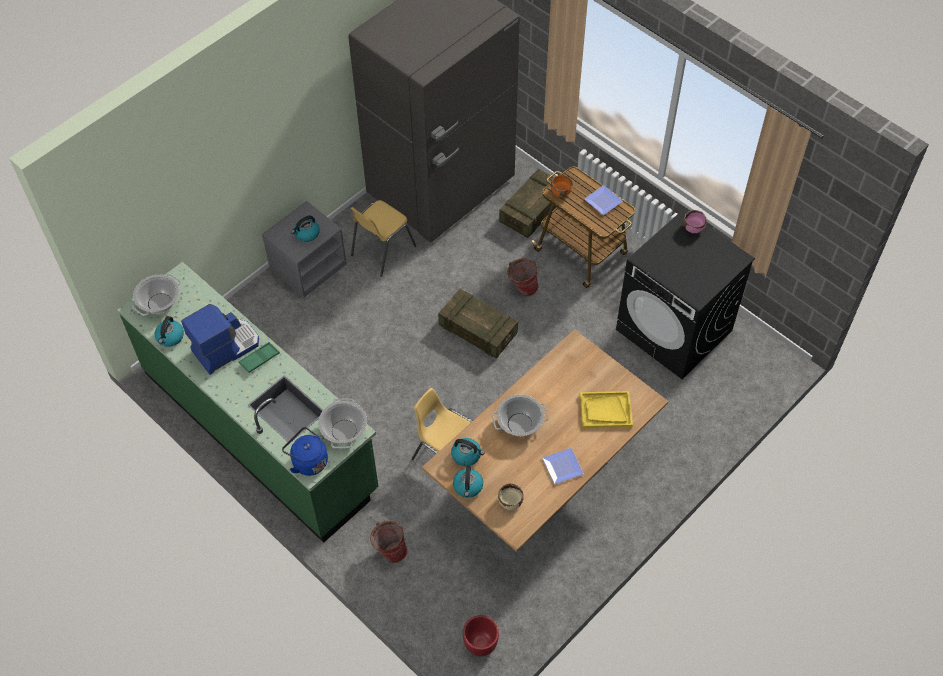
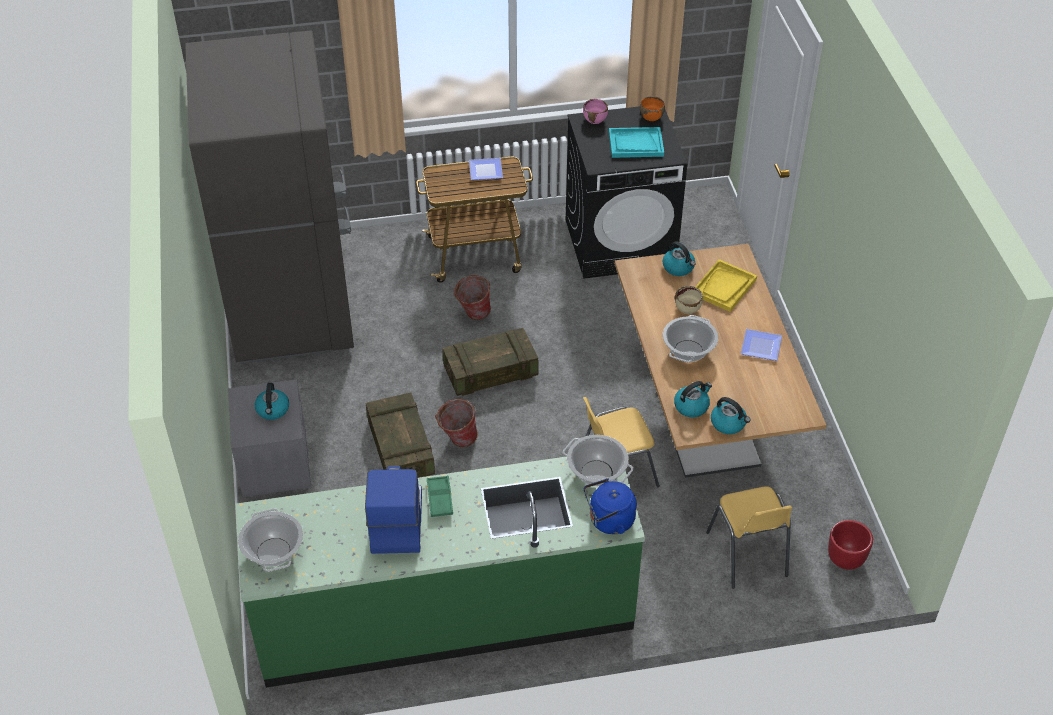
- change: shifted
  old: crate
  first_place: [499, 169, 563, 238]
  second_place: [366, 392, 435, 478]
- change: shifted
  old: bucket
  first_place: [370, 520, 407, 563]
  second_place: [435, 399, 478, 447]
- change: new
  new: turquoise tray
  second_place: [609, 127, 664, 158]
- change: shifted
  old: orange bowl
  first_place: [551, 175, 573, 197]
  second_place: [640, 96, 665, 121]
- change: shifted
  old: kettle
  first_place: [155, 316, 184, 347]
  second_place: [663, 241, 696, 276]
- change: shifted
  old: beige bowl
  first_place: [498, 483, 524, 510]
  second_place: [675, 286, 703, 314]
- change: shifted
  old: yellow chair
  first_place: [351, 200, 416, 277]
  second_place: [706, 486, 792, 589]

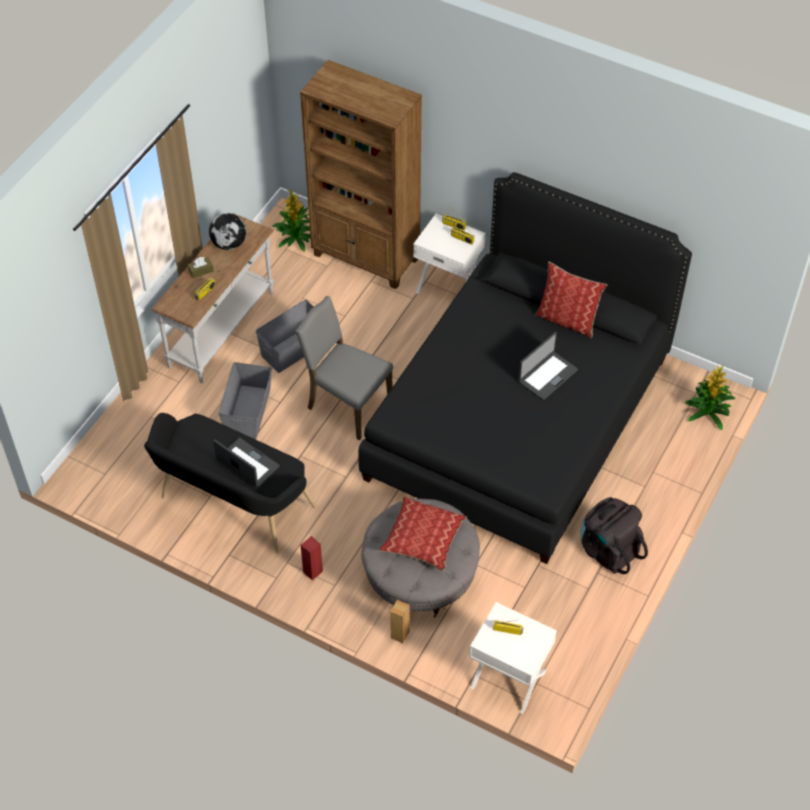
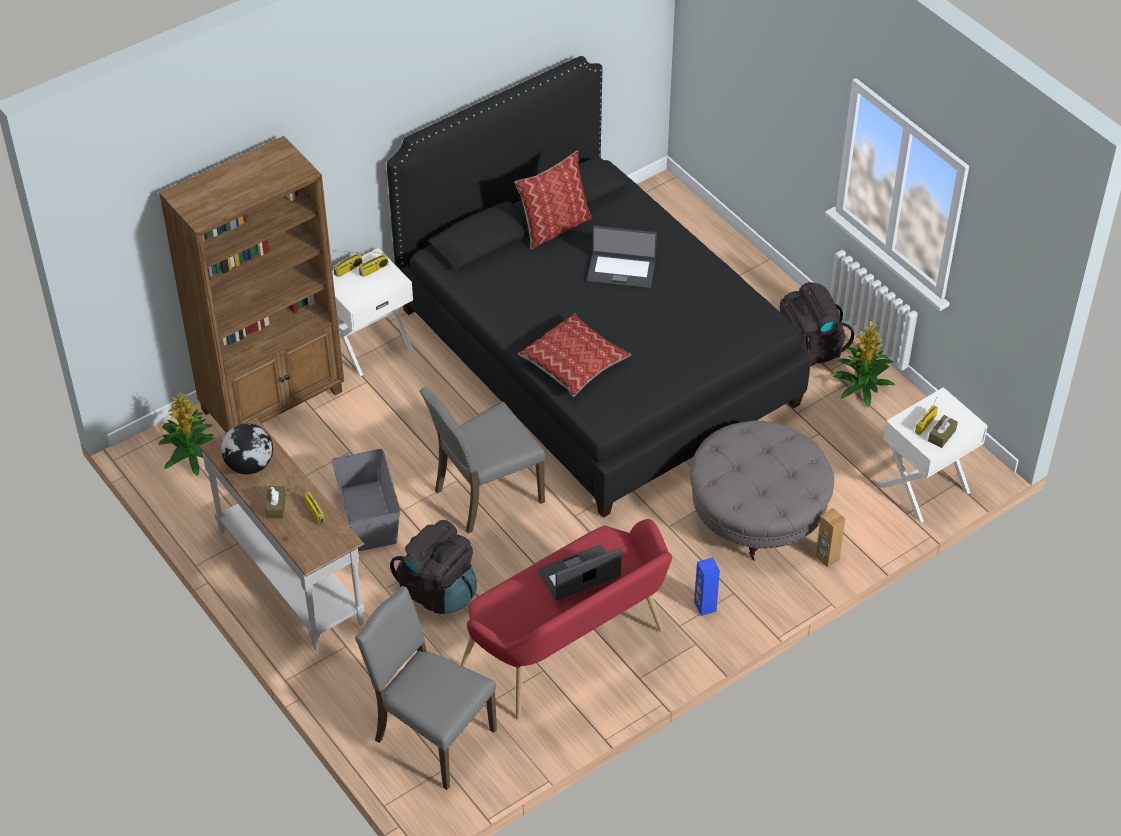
- change: new
  new: grey chair
  second_place: [355, 586, 497, 790]
- change: swapped
  old: grey storage box
  new: black backpack
  first_place: [218, 362, 272, 439]
  second_place: [390, 520, 477, 614]
- change: repainted
  old: black bench
  new: red bench
  first_place: [144, 413, 316, 554]
  second_place: [461, 519, 672, 719]
- change: shifted
  old: pillow
  first_place: [378, 497, 467, 571]
  second_place: [518, 313, 631, 397]
- change: rotated
  old: laptop
  first_place: [518, 332, 578, 400]
  second_place: [587, 226, 657, 288]
  degrees: 120
- change: repainted
  old: red speaker
  new: blue speaker
  first_place: [301, 536, 323, 580]
  second_place: [694, 557, 720, 616]
- change: shifted
  old: potted plant
  first_place: [685, 365, 736, 430]
  second_place: [833, 319, 895, 407]
- change: new
  new: brown tissue box
  second_place: [928, 415, 958, 448]

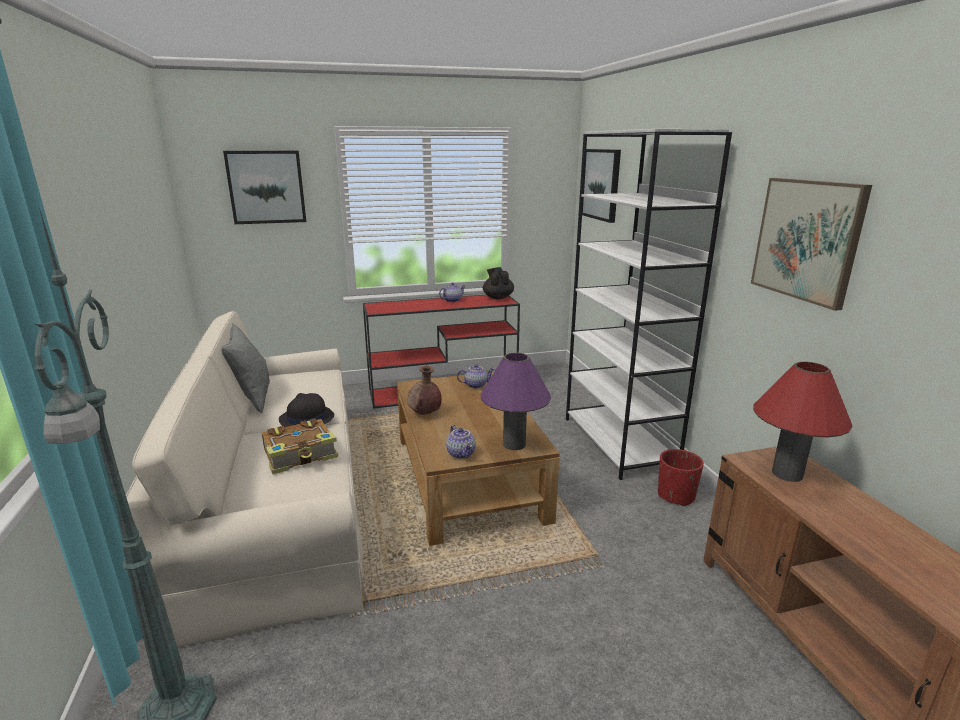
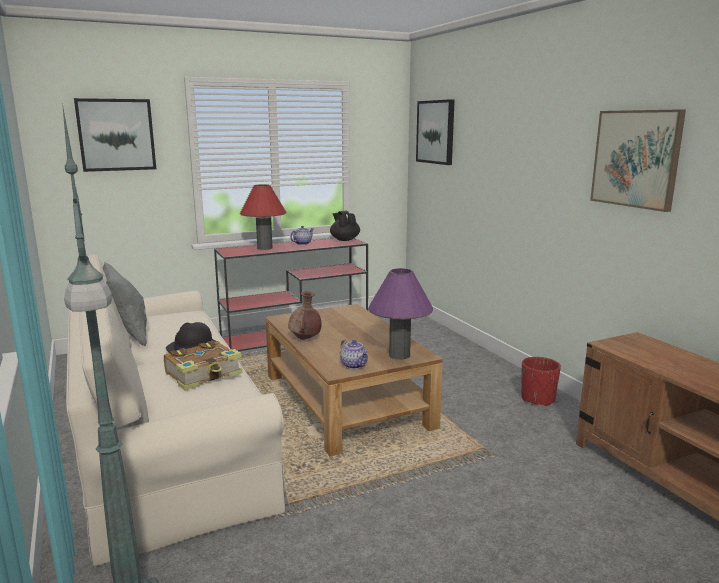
- change: shifted
  old: red table lamp
  first_place: [753, 361, 853, 482]
  second_place: [240, 184, 286, 250]
- change: gone
  old: teapot
  first_place: [457, 364, 494, 388]
- change: gone
  old: white bookcase
  first_place: [566, 129, 732, 480]

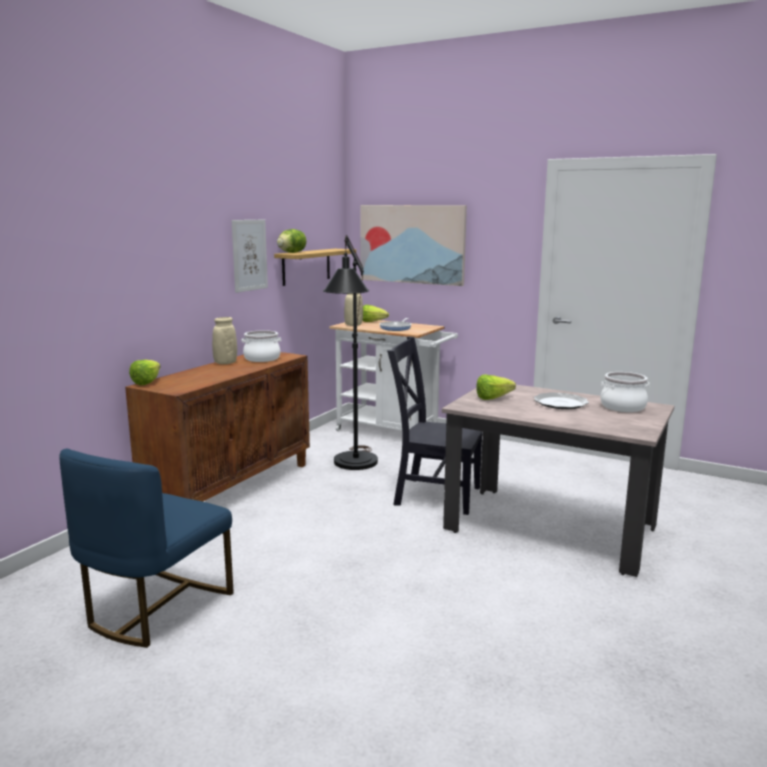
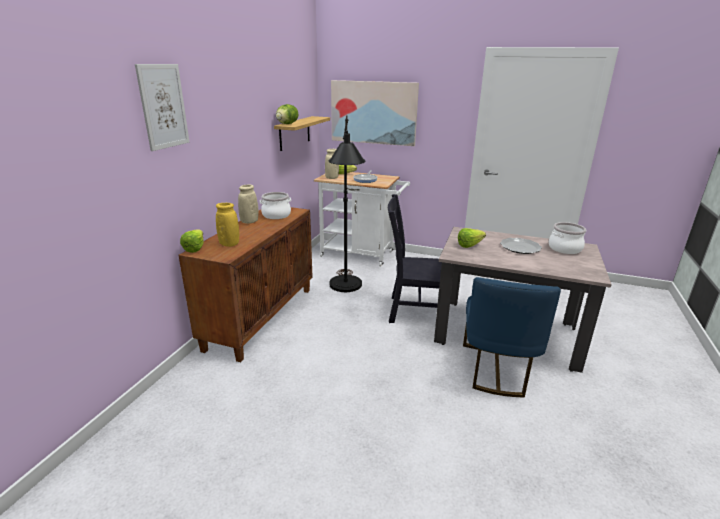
- change: shifted
  old: picture
  first_place: [232, 220, 268, 293]
  second_place: [135, 64, 190, 151]
- change: new
  new: yellow vase
  second_place: [216, 203, 239, 247]
- change: shifted
  old: blue chair
  first_place: [60, 449, 233, 648]
  second_place: [463, 277, 561, 397]

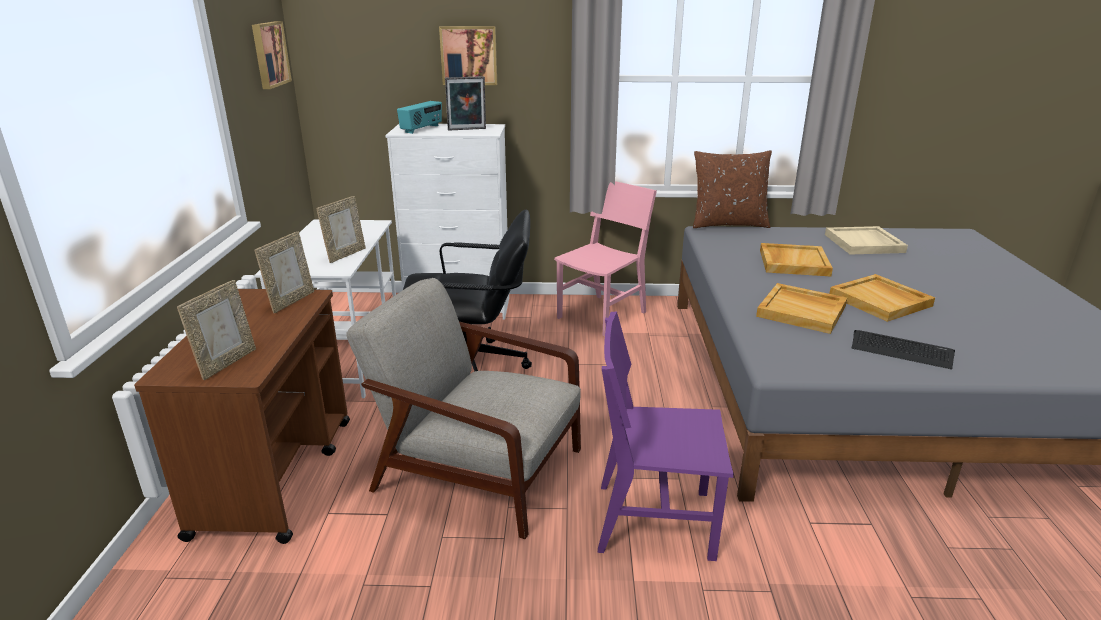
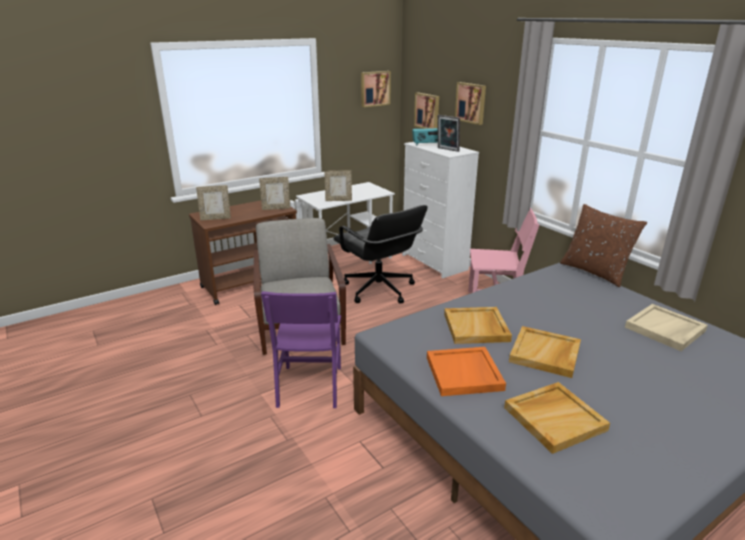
- change: rotated
  old: purple chair
  first_place: [598, 311, 734, 561]
  second_place: [261, 291, 341, 408]
  degrees: -150
- change: new
  new: picture
  second_place: [414, 92, 439, 129]
- change: swapped
  old: keyboard
  new: orange tray
  first_place: [852, 330, 955, 370]
  second_place: [427, 347, 506, 396]
- change: shifted
  old: beige tray
  first_place: [760, 243, 833, 276]
  second_place: [504, 382, 610, 454]

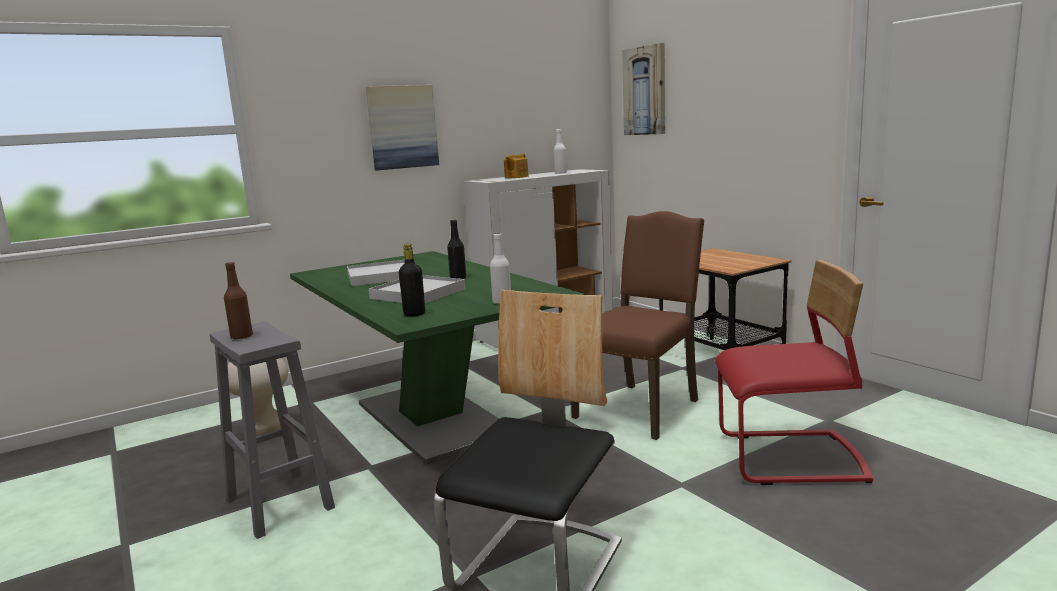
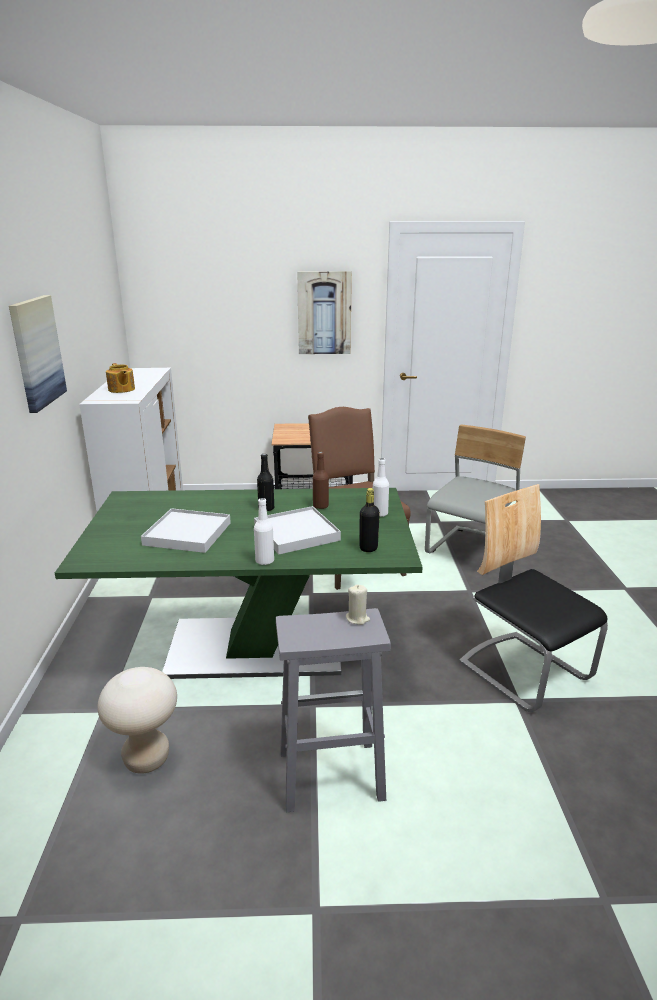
- change: shifted
  old: white bottle
  first_place: [554, 129, 567, 174]
  second_place: [254, 498, 274, 565]
- change: shifted
  old: picture
  first_place: [622, 43, 665, 135]
  second_place: [297, 271, 352, 354]
- change: shifted
  old: brown bottle
  first_place: [224, 262, 253, 340]
  second_place: [313, 452, 329, 509]
- change: new
  new: beige candle
  second_place: [346, 585, 370, 625]
- change: repainted
  old: red chair
  new: grey chair
  first_place: [715, 260, 873, 485]
  second_place: [425, 424, 526, 553]

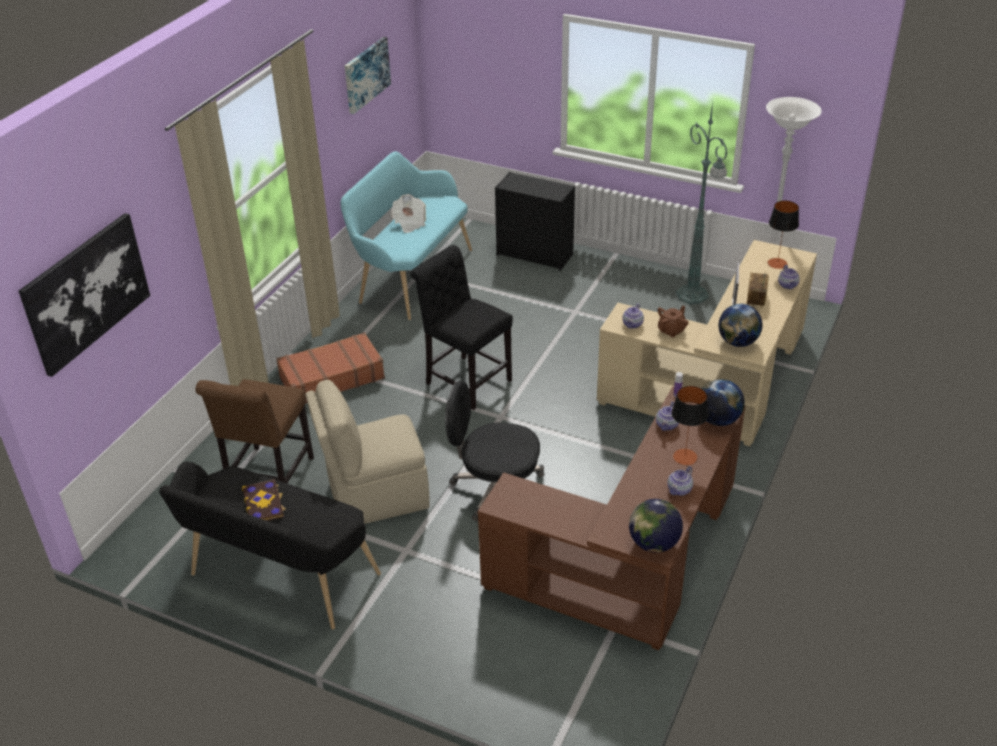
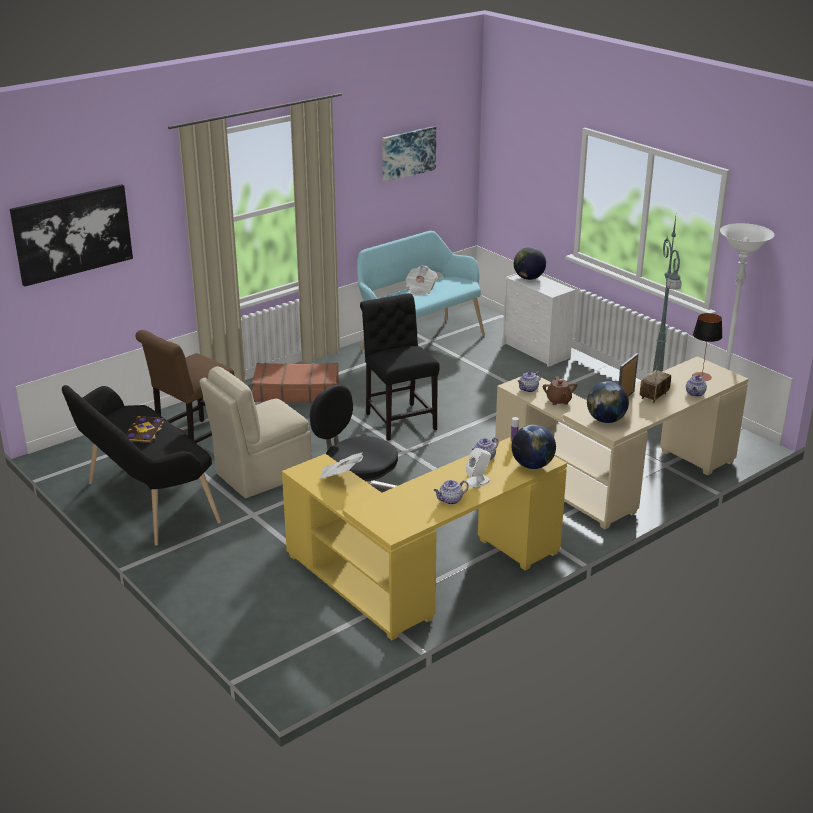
- change: rotated
  old: beige chair
  first_place: [305, 380, 430, 524]
  second_place: [200, 366, 312, 498]
  degrees: -45
- change: repainted
  old: brown desk
  new: yellow desk
  first_place: [478, 386, 745, 650]
  second_place: [282, 437, 567, 640]
- change: new
  new: newspaper
  second_place: [319, 452, 363, 479]
- change: swapped
  old: table lamp
  new: white speaker
  first_place: [672, 386, 708, 465]
  second_place: [466, 448, 491, 487]
- change: repainted
  old: black dresser
  new: white dresser
  first_place: [495, 172, 575, 271]
  second_place: [503, 273, 576, 367]
- change: shifted
  old: globe
  first_place: [629, 499, 683, 553]
  second_place: [514, 247, 546, 280]
- change: rotated
  old: brown teapot
  first_place: [658, 306, 689, 337]
  second_place: [543, 376, 577, 405]
  degrees: 105

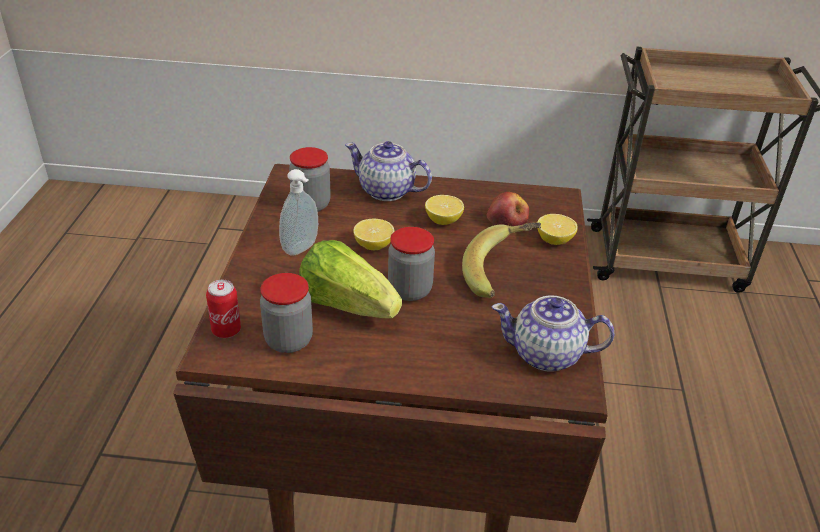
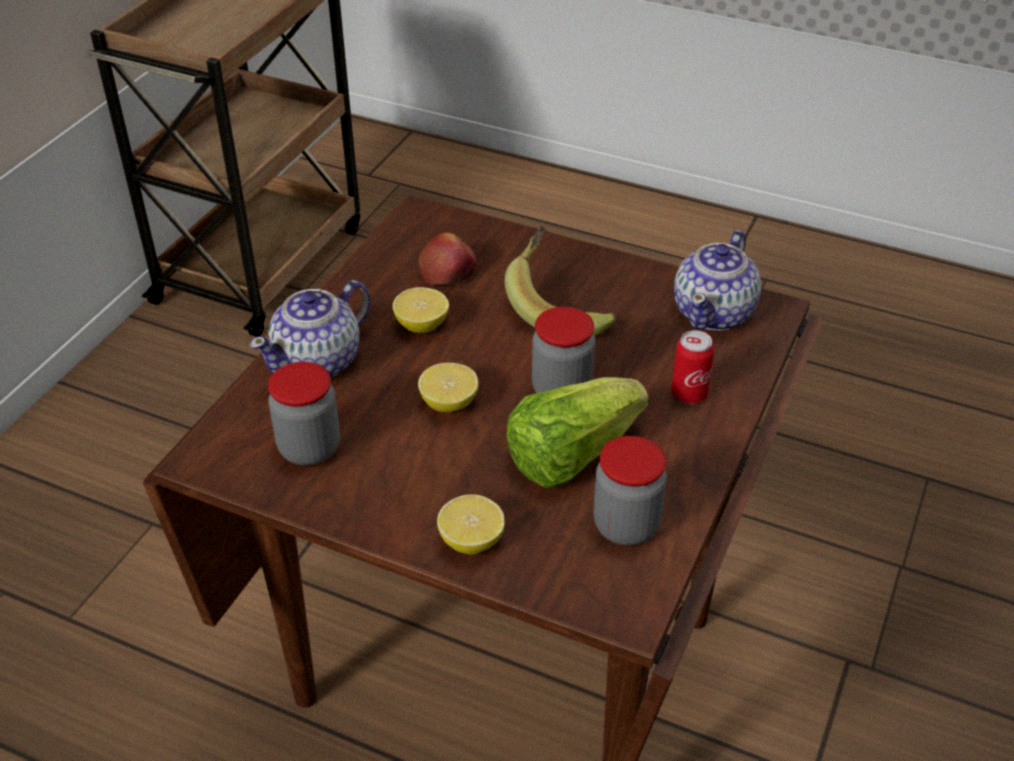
- change: shifted
  old: lemon
  first_place: [537, 214, 578, 245]
  second_place: [437, 494, 505, 555]
- change: shifted
  old: can
  first_place: [206, 280, 241, 338]
  second_place: [671, 330, 715, 404]
- change: gone
  old: soap dispenser
  first_place: [279, 169, 318, 256]

